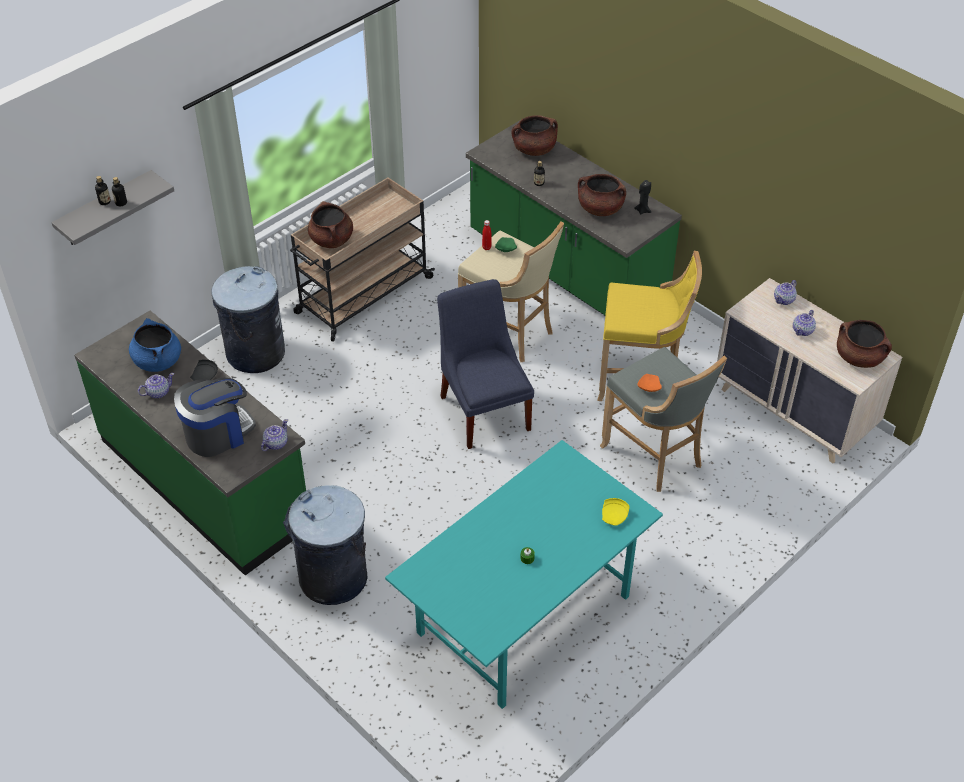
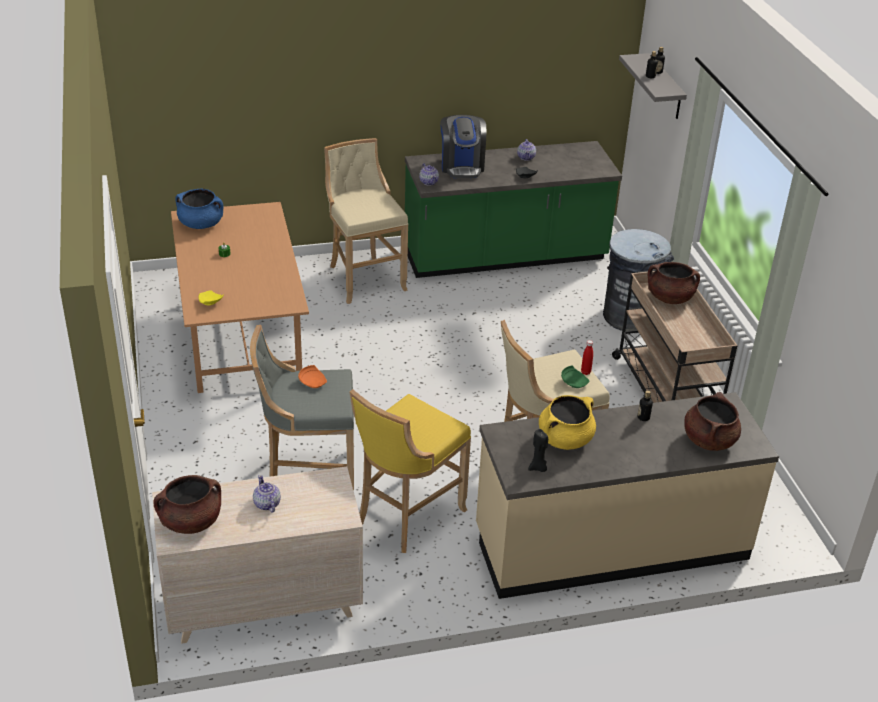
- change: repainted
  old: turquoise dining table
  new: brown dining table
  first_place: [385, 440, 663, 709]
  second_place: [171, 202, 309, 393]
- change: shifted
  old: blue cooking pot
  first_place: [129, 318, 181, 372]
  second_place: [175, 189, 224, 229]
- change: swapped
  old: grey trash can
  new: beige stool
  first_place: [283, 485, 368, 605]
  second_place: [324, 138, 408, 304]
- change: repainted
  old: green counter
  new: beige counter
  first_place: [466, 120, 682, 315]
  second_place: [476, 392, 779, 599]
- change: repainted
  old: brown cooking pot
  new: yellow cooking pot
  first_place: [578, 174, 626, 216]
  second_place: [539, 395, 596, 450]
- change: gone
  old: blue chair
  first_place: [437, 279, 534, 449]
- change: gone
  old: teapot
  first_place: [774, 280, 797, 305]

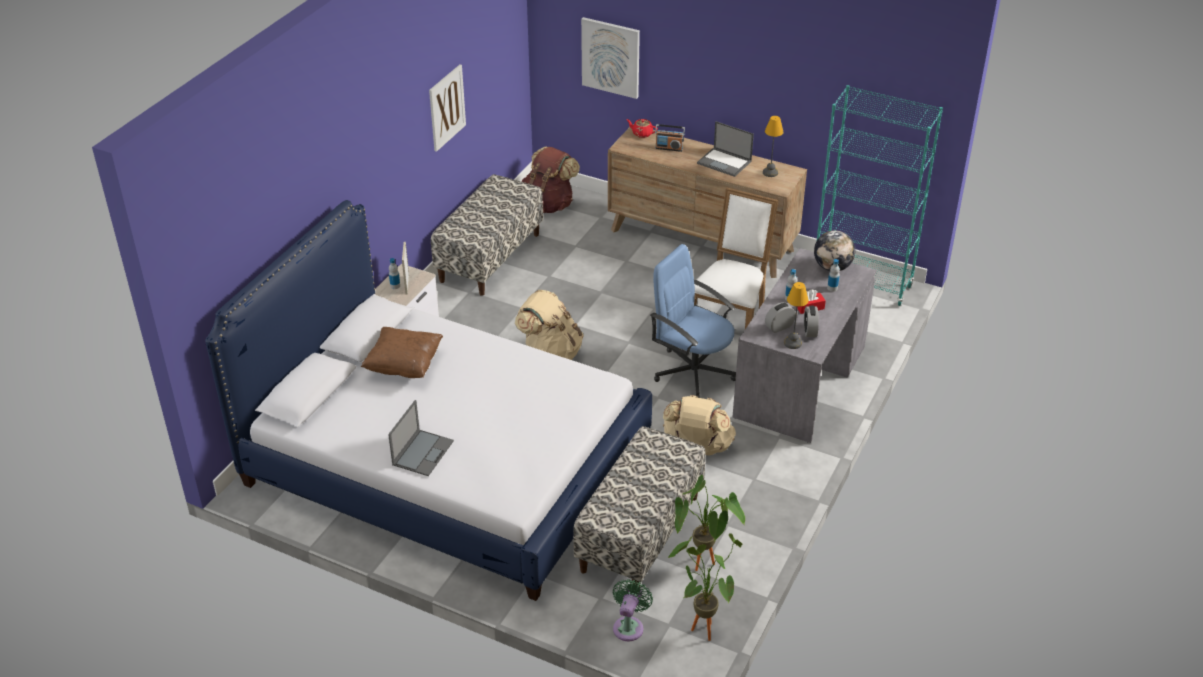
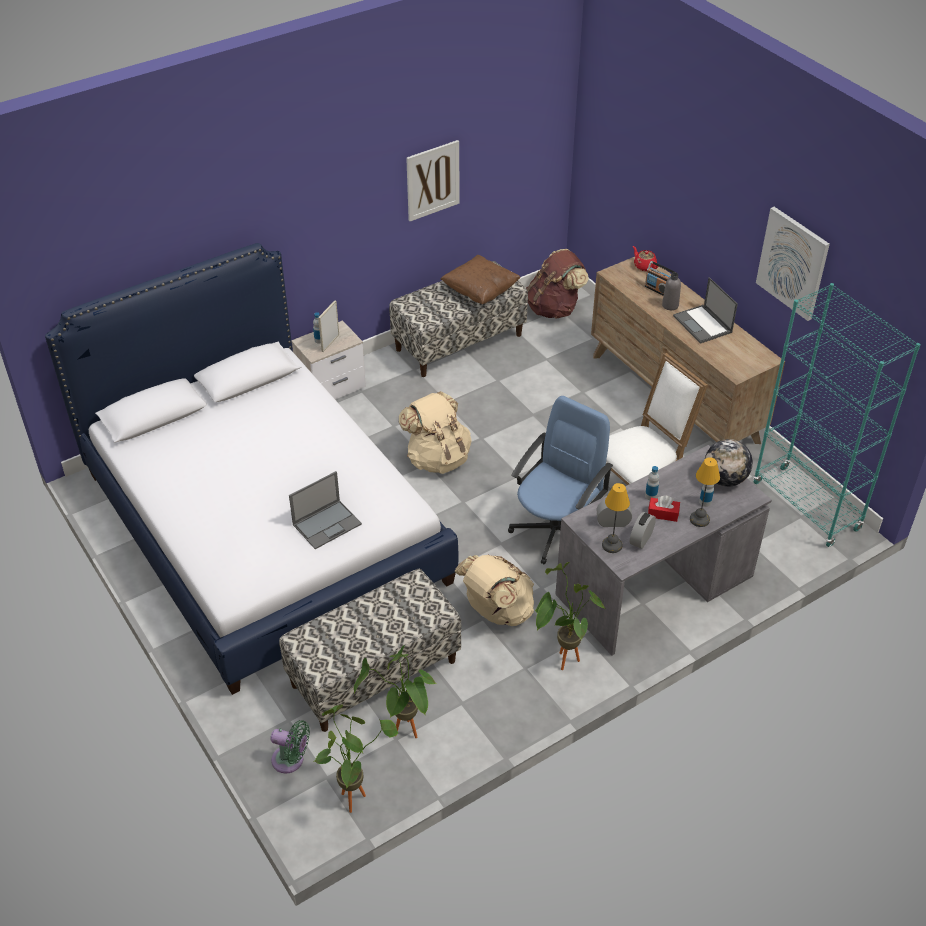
- change: rotated
  old: green fan
  first_place: [613, 579, 653, 641]
  second_place: [270, 720, 310, 773]
  degrees: 60
- change: shifted
  old: laptop
  first_place: [388, 400, 454, 476]
  second_place: [289, 471, 362, 549]
- change: shifted
  old: brown pillow
  first_place: [361, 327, 443, 378]
  second_place: [440, 255, 521, 304]
- change: rotated
  old: blue office chair
  first_place: [650, 244, 736, 398]
  second_place: [508, 396, 613, 564]
  degrees: 60
- change: new
  new: potted plant
  second_place: [535, 562, 605, 670]
- change: new
  new: grey bottle
  second_place: [662, 272, 681, 310]
- change: shifted
  old: table lamp
  first_place: [763, 116, 784, 177]
  second_place: [690, 457, 720, 527]
- change: shifted
  old: picture
  first_place: [581, 17, 640, 99]
  second_place: [756, 207, 830, 321]

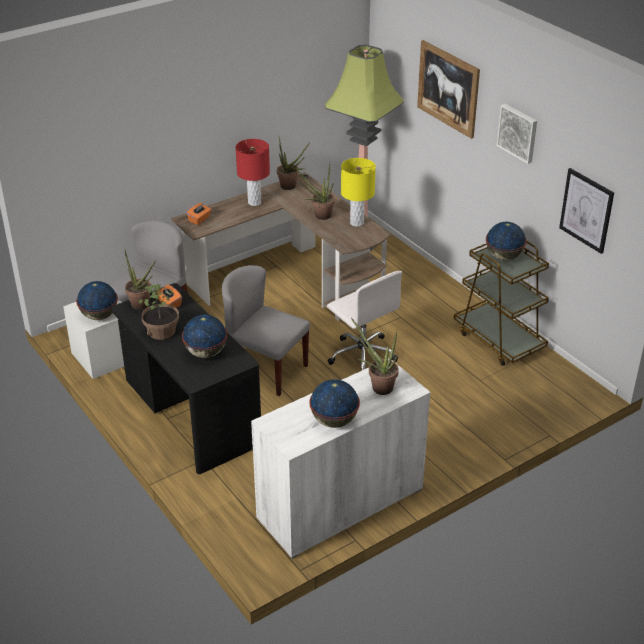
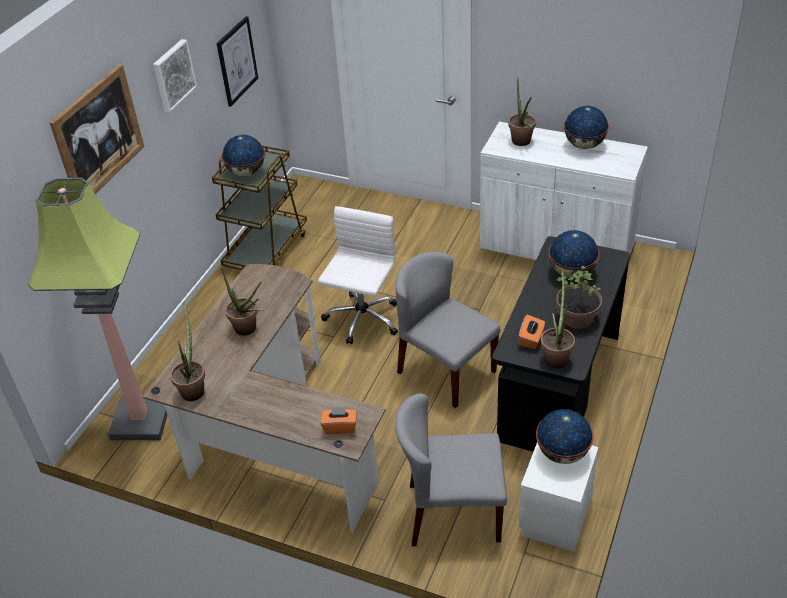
- change: rotated
  old: grey chair
  first_place: [222, 265, 310, 396]
  second_place: [395, 252, 500, 408]
  degrees: 135
- change: gone
  old: red table lamp
  first_place: [236, 139, 270, 206]
- change: gone
  old: yellow table lamp
  first_place: [341, 158, 376, 227]

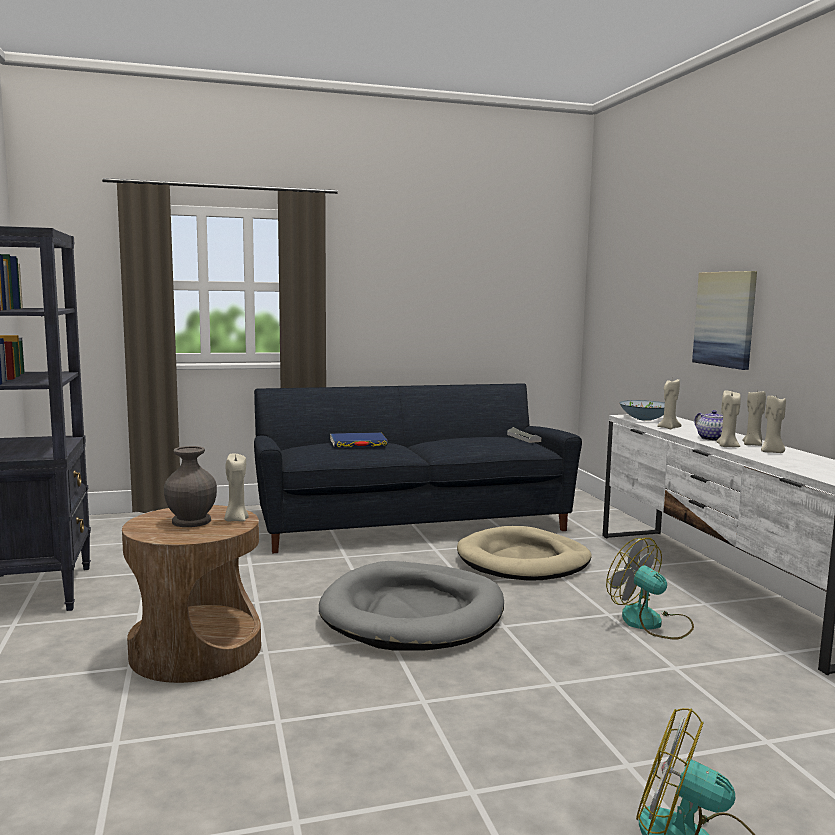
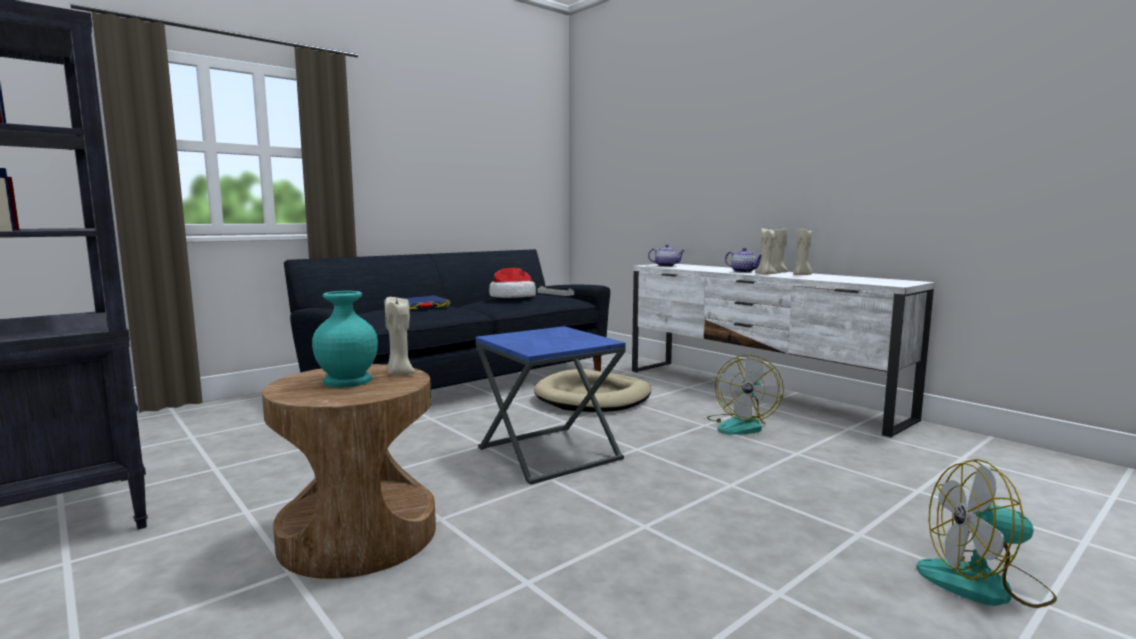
- change: repainted
  old: grey vase
  new: turquoise vase
  first_place: [164, 446, 217, 527]
  second_place: [312, 291, 378, 387]
- change: swapped
  old: grey dog bed
  new: blue side table
  first_place: [319, 561, 504, 650]
  second_place: [476, 326, 626, 485]
- change: new
  new: hat
  second_place: [489, 268, 536, 298]
- change: swapped
  old: bowl
  new: teapot
  first_place: [619, 400, 665, 421]
  second_place: [648, 244, 685, 267]
- change: rotated
  old: fan
  first_place: [606, 538, 694, 640]
  second_place: [707, 355, 784, 435]
  degrees: -90
- change: gone
  old: beige candle
  first_place: [657, 379, 681, 429]
- change: gone
  old: picture
  first_place: [692, 271, 757, 370]

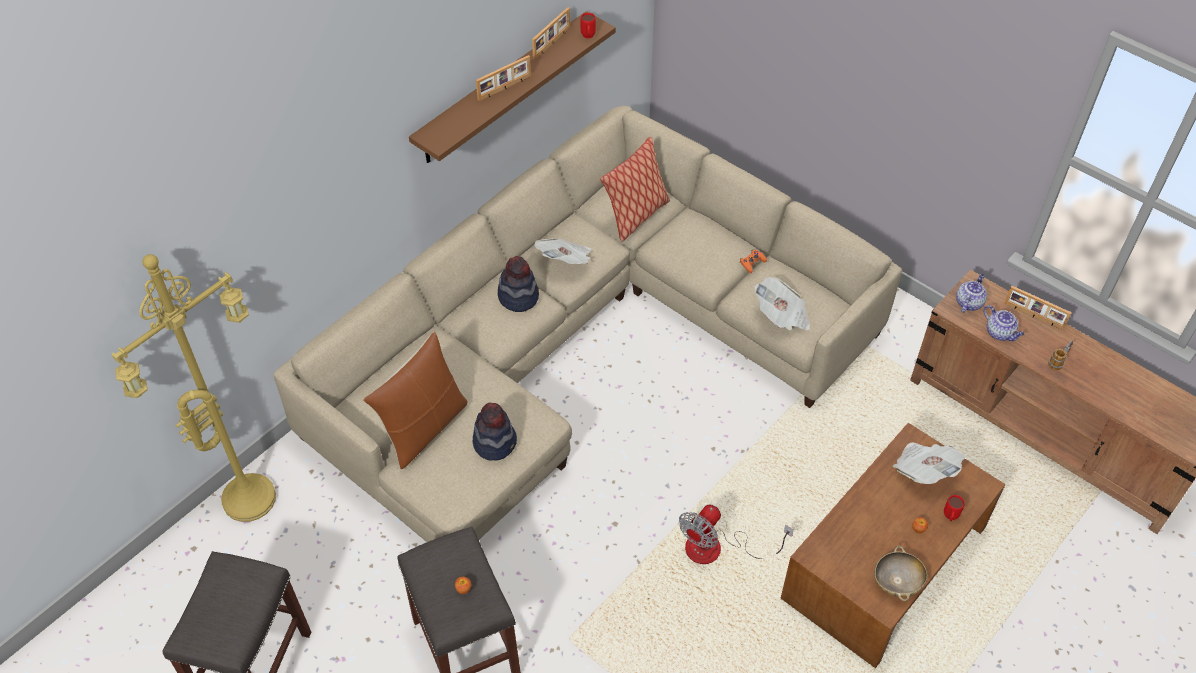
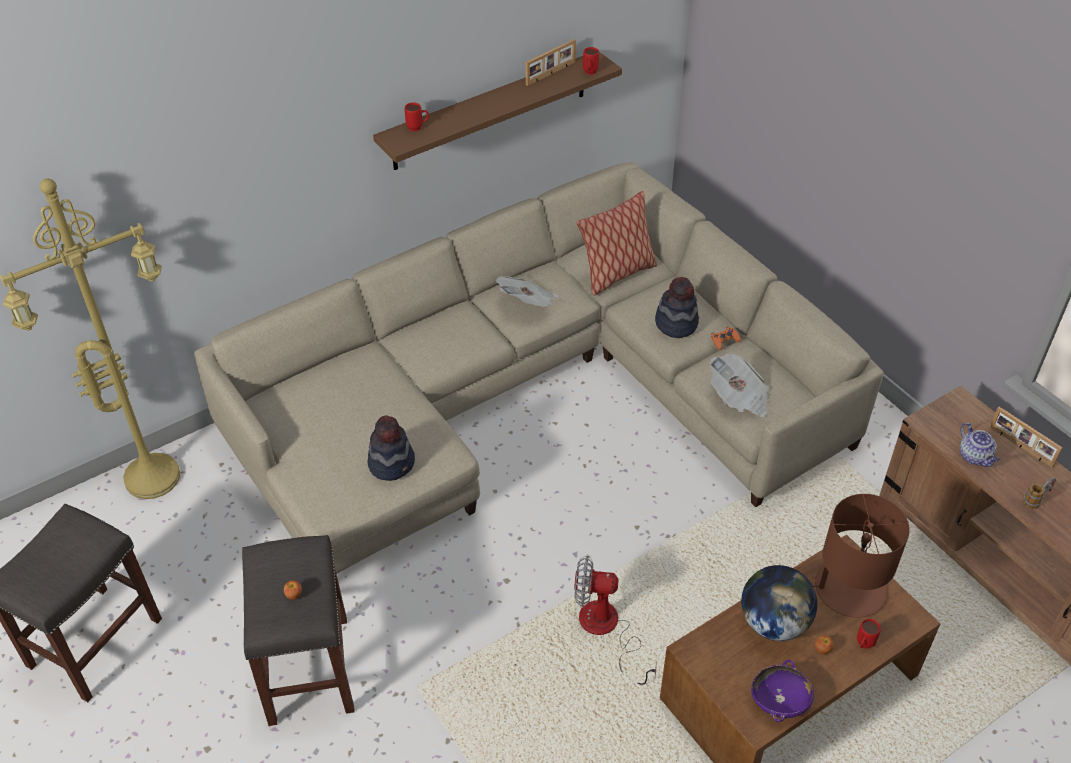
- change: new
  new: red mug
  second_place: [405, 103, 429, 131]
- change: rotated
  old: fan
  first_place: [679, 504, 794, 564]
  second_place: [574, 556, 657, 685]
  degrees: 45
- change: shifted
  old: hat
  first_place: [498, 256, 539, 312]
  second_place: [655, 277, 699, 338]
- change: new
  new: globe
  second_place: [741, 565, 817, 641]
- change: repainted
  old: beige bowl
  new: purple bowl
  first_place: [874, 546, 927, 601]
  second_place: [751, 660, 814, 722]
- change: swapped
  old: newspaper
  new: brown table lamp
  first_place: [892, 442, 965, 484]
  second_place: [813, 494, 910, 618]
- change: gone
  old: brown pillow
  first_place: [363, 332, 468, 469]
- change: gone
  old: picture frame
  first_place: [476, 55, 531, 101]
- change: gone
  old: teapot
  first_place: [956, 274, 987, 313]

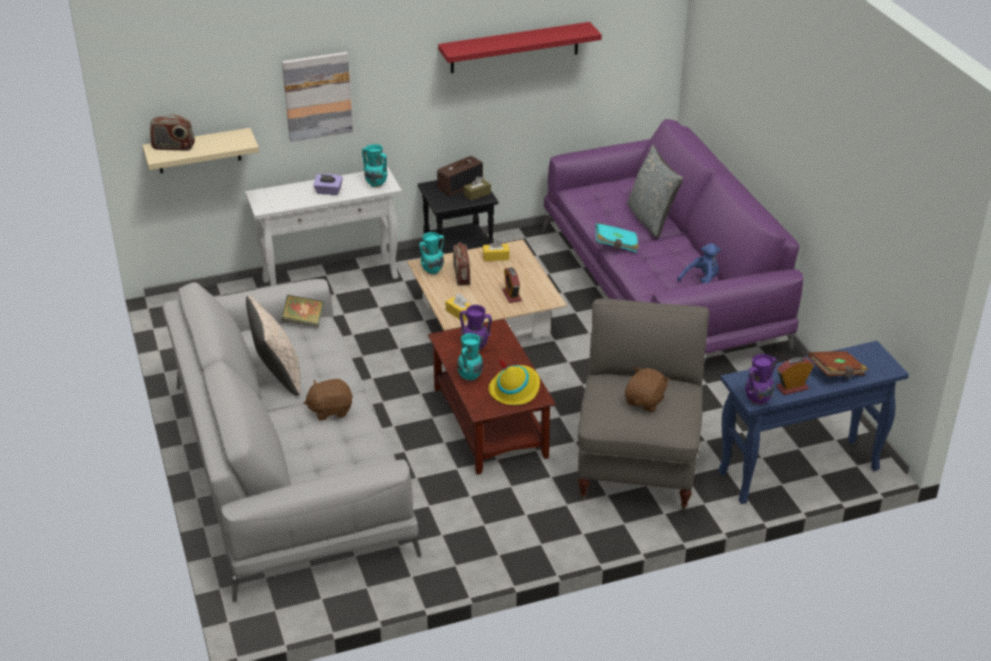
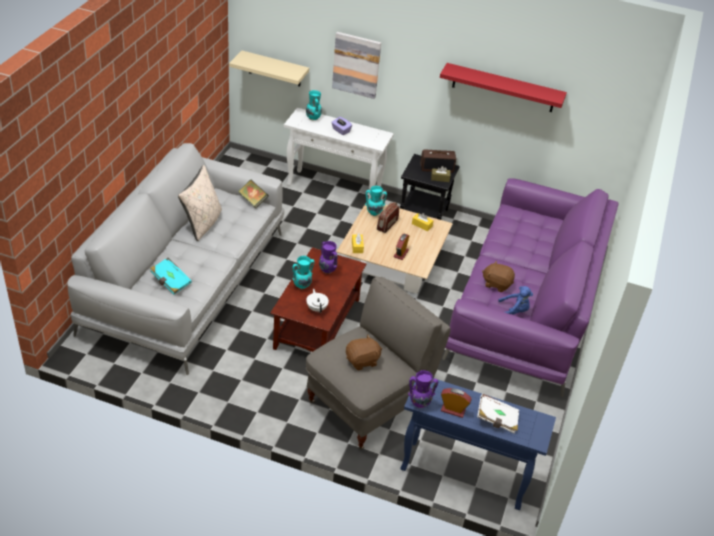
- change: shifted
  old: turquoise book
  first_place: [595, 222, 639, 253]
  second_place: [150, 258, 192, 295]
- change: shifted
  old: turquoise vase
  first_place: [362, 144, 388, 187]
  second_place: [306, 90, 322, 120]
- change: swapped
  old: yellow hat
  new: white teapot
  first_place: [488, 359, 540, 405]
  second_place: [306, 289, 329, 313]
- change: repainted
  old: brown book
  new: white book
  first_place: [808, 351, 868, 378]
  second_place: [477, 394, 519, 433]
- change: shifted
  old: brown plush toy
  first_place: [304, 379, 353, 421]
  second_place: [482, 261, 515, 292]
- change: gone
  old: radio
  first_place: [150, 114, 195, 151]
- change: gone
  old: grey pillow
  first_place: [627, 145, 683, 239]

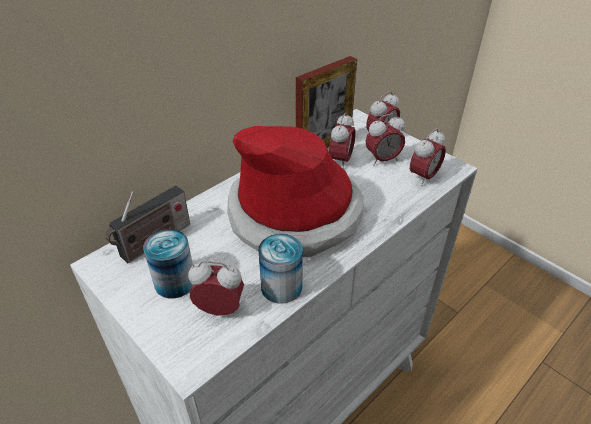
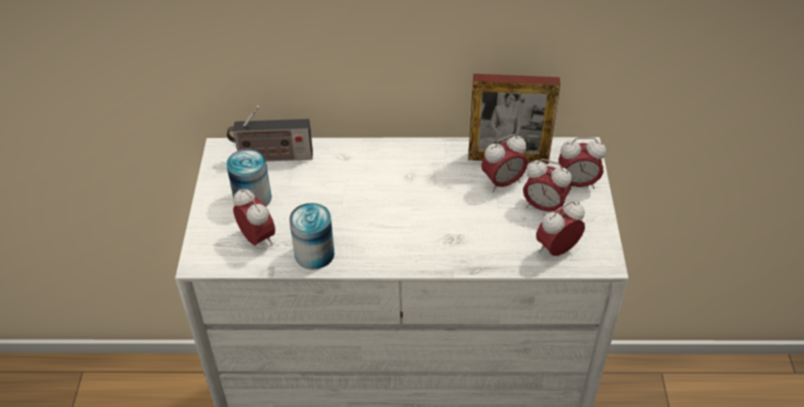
- change: rotated
  old: alarm clock
  first_place: [410, 128, 446, 186]
  second_place: [536, 201, 585, 256]
  degrees: 150
- change: gone
  old: hat
  first_place: [227, 126, 364, 257]

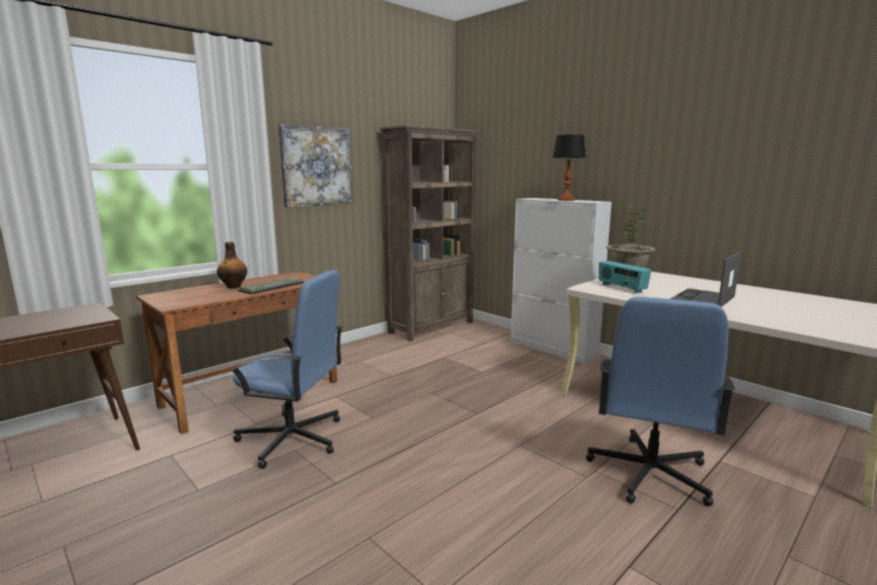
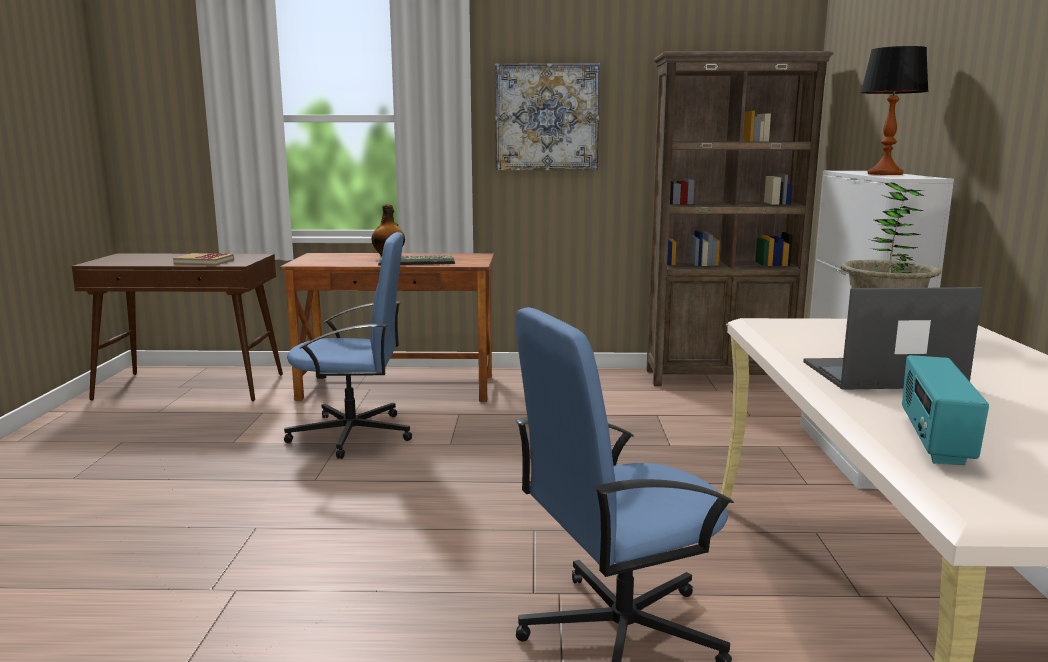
- change: new
  new: book
  second_place: [173, 253, 234, 265]
- change: rotated
  old: blue office chair
  first_place: [230, 270, 343, 469]
  second_place: [284, 232, 412, 459]
  degrees: -60
- change: shifted
  old: radio
  first_place: [599, 261, 651, 293]
  second_place: [902, 355, 989, 465]

